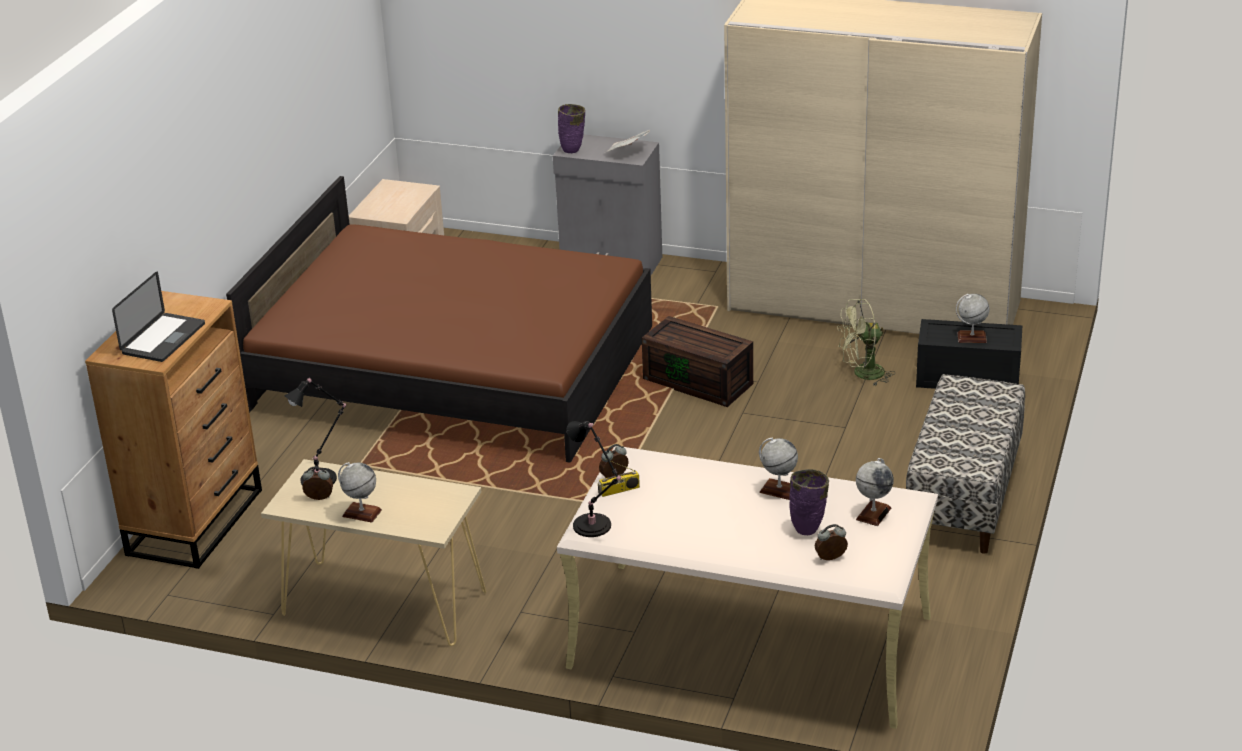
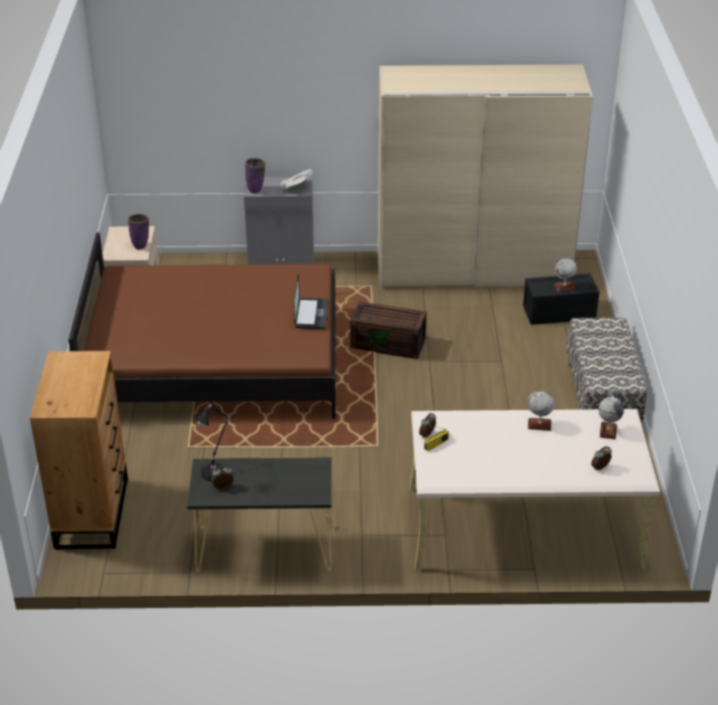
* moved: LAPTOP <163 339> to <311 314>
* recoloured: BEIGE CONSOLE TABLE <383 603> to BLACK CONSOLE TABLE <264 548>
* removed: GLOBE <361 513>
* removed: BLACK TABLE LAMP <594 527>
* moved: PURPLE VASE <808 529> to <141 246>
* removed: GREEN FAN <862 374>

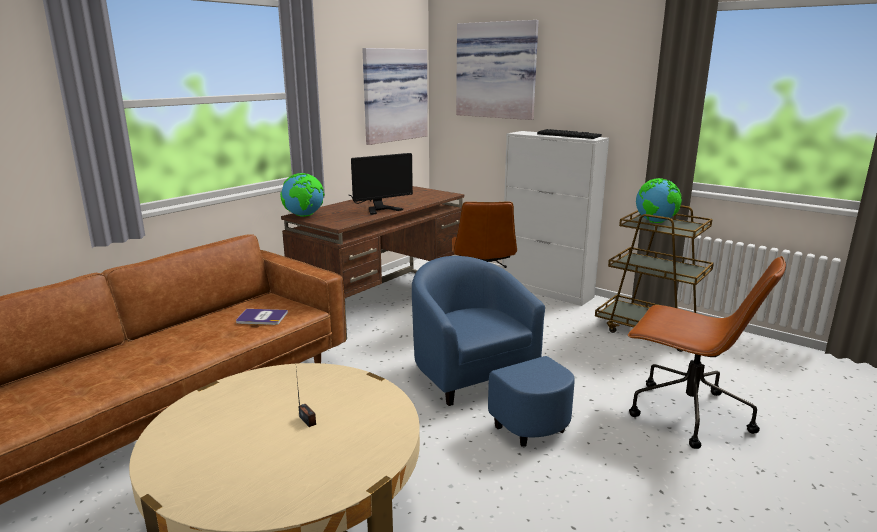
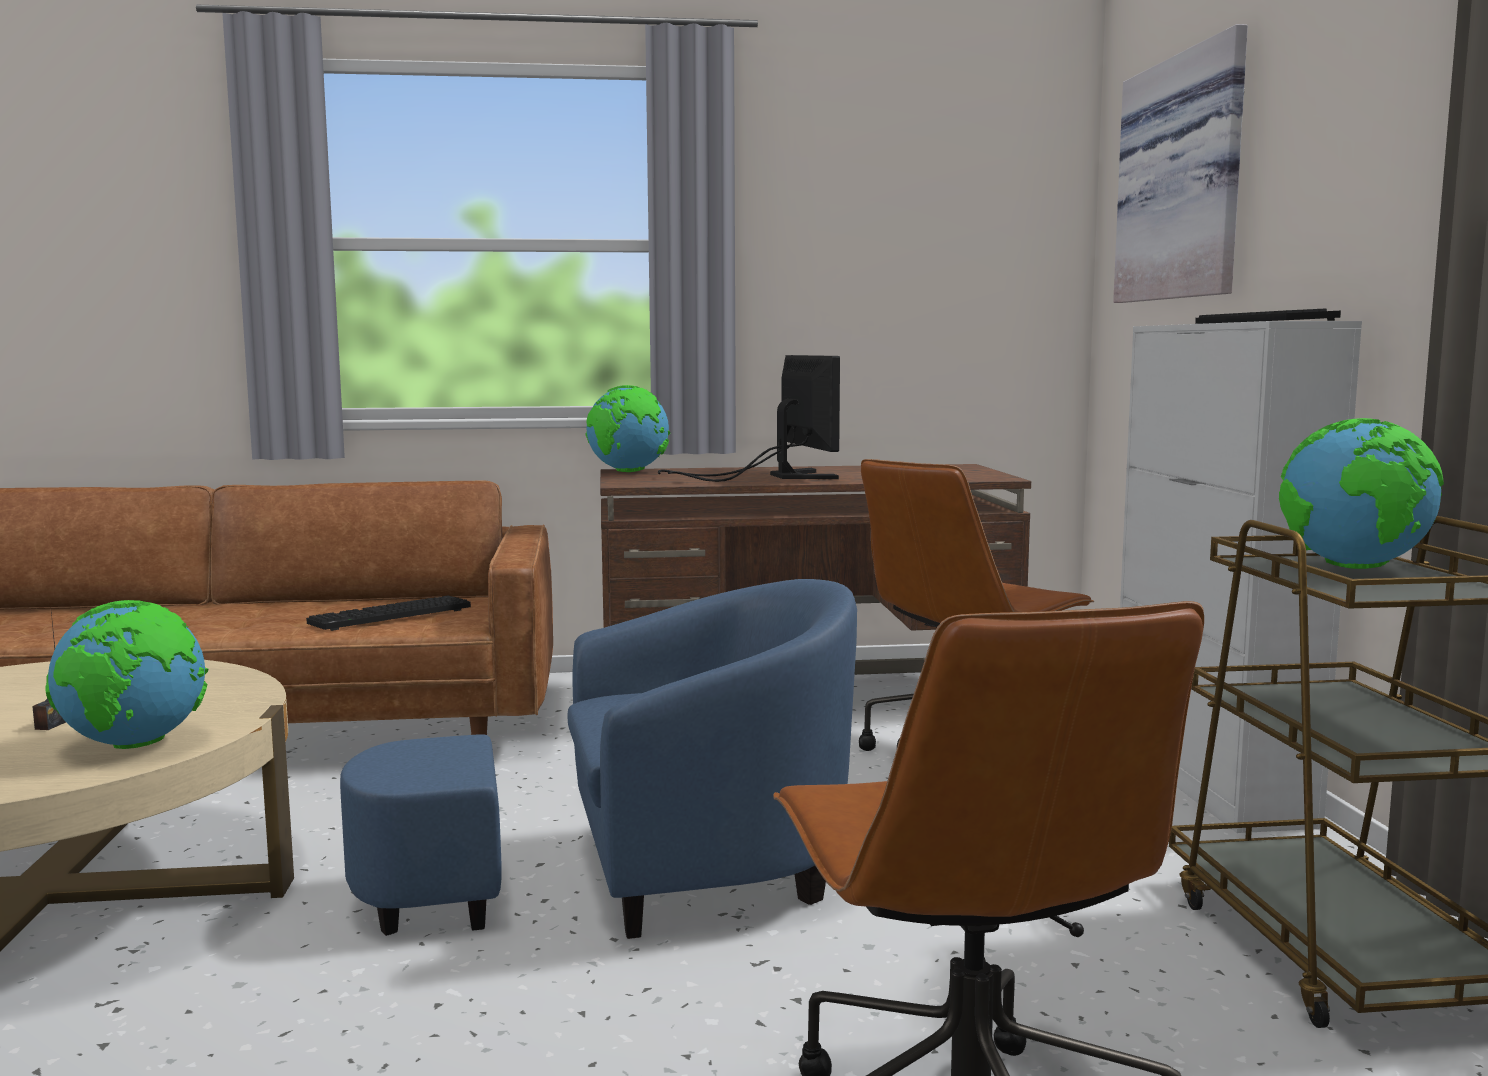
* replaced: BOOK <262 318> to KEYBOARD <390 616>
* turned: MONITOR <377 208> = <778 477> 120 degrees counterclockwise
* removed: PICTURE <393 95>
* turned: BLUE ARMCHAIR <483 387> = <644 880> 60 degrees clockwise
* added: GLOBE <134 745>

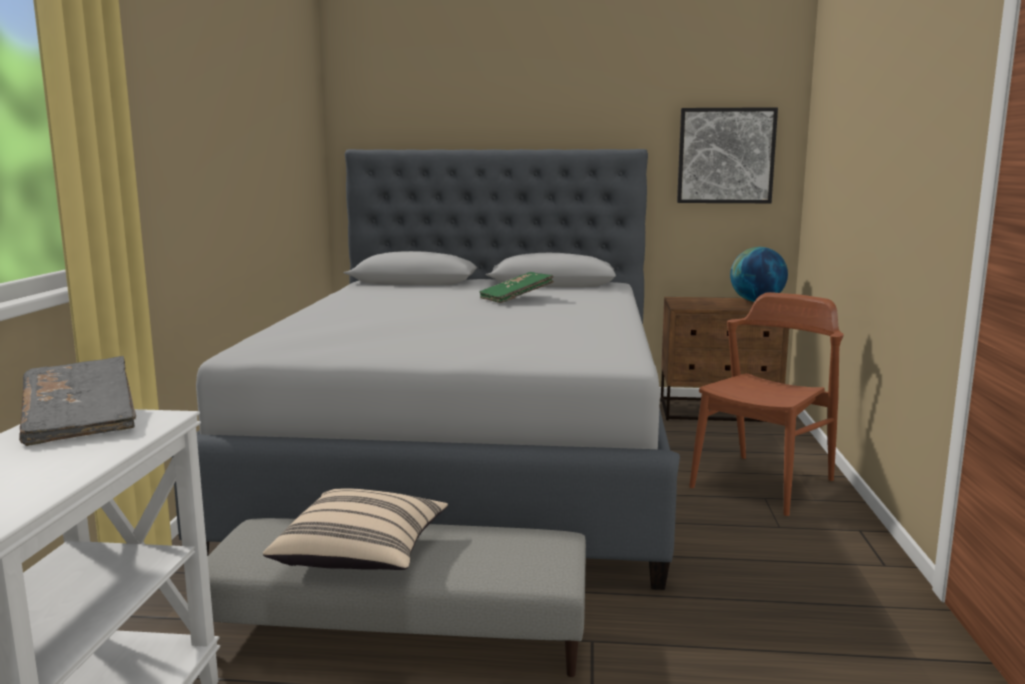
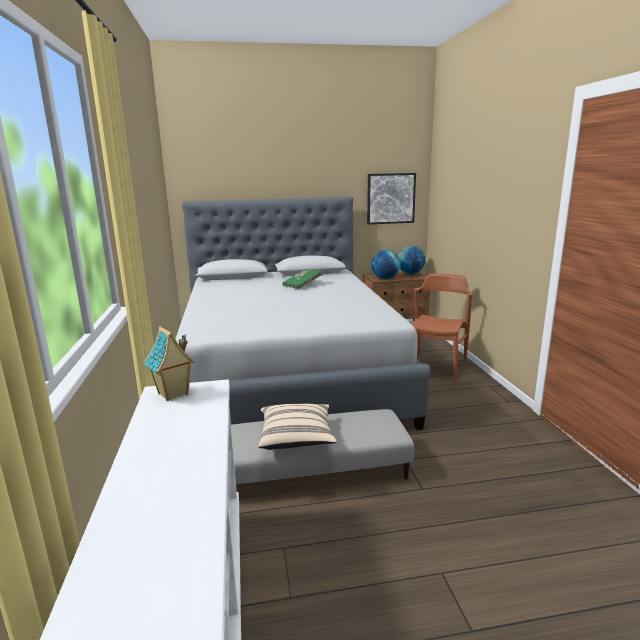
* replaced: GREY BOOK <80 422> to TOY HOUSE <173 394>
* added: GLOBE <385 278>

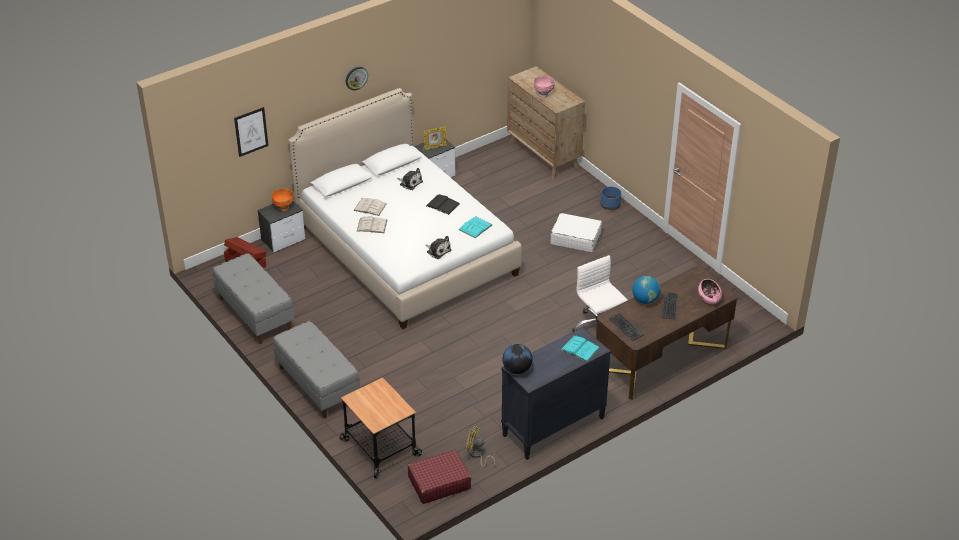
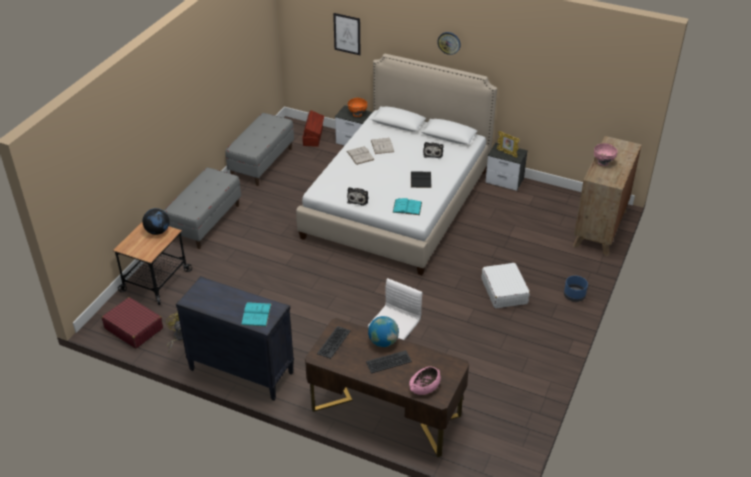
* moved: GLOBE <517 369> to <158 231>

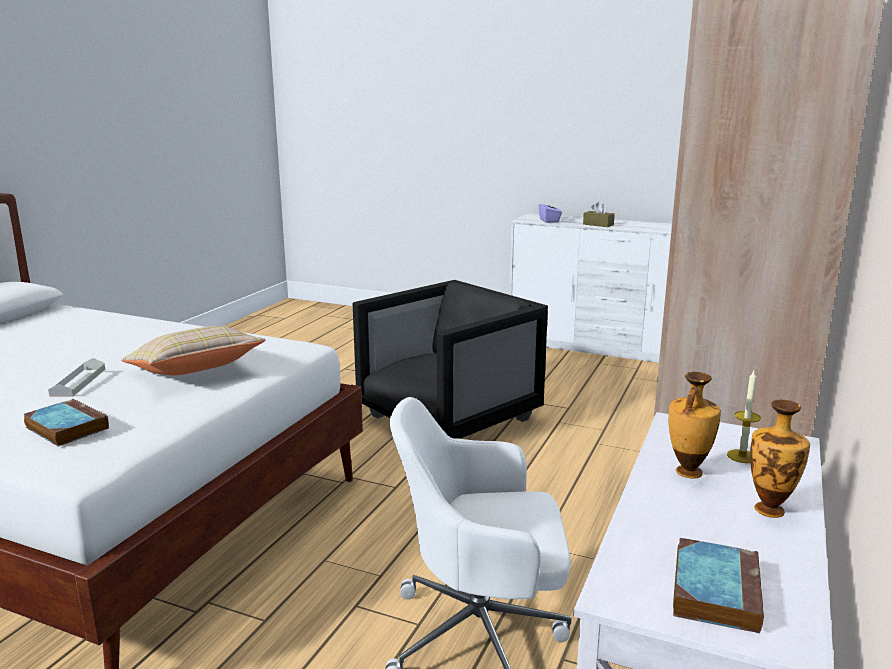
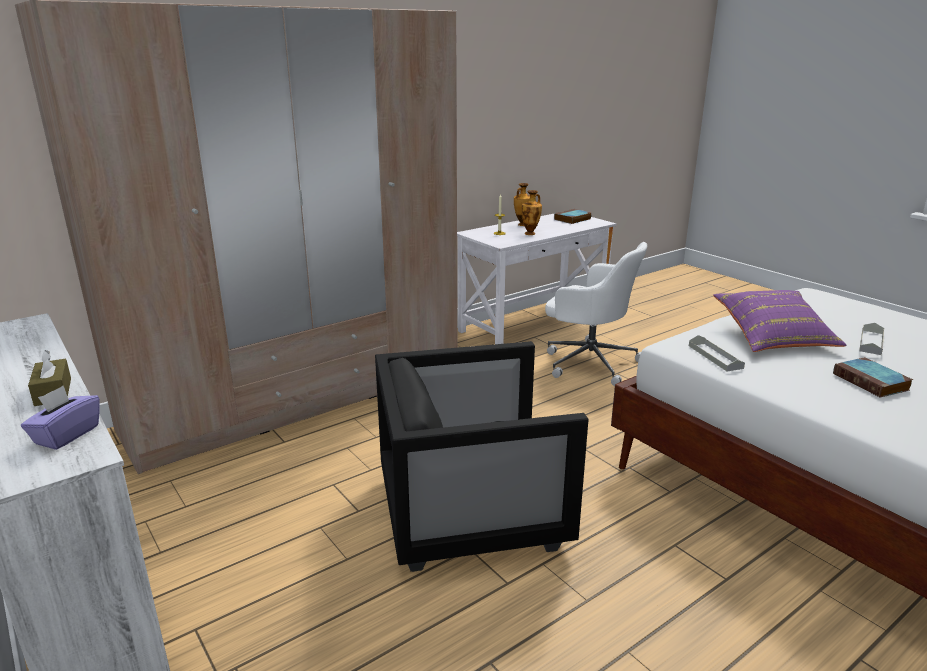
* moved: BOOK <65 427> to <872 382>
* recoloured: BEIGE PILLOW <195 372> to PURPLE PILLOW <773 338>
* added: GREY TRAY <715 357>

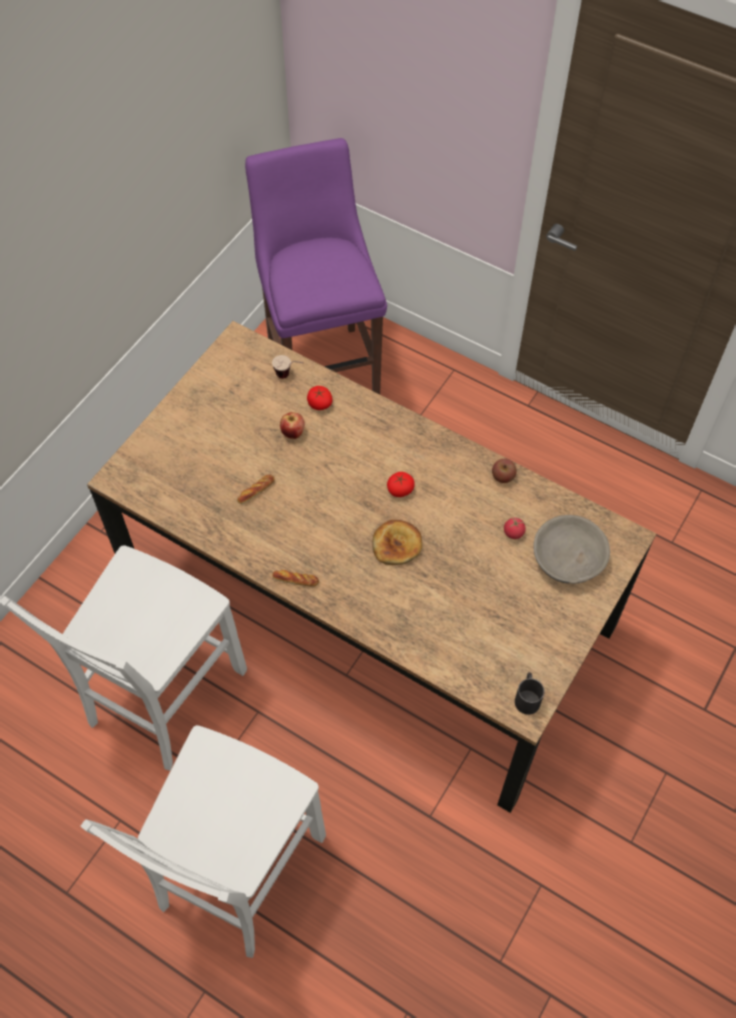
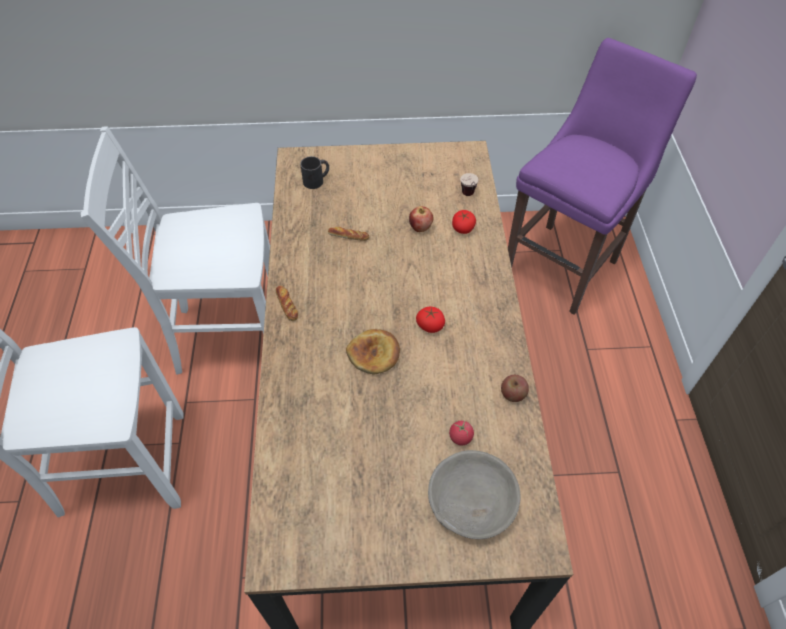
* moved: BLACK MUG <527 696> to <317 180>

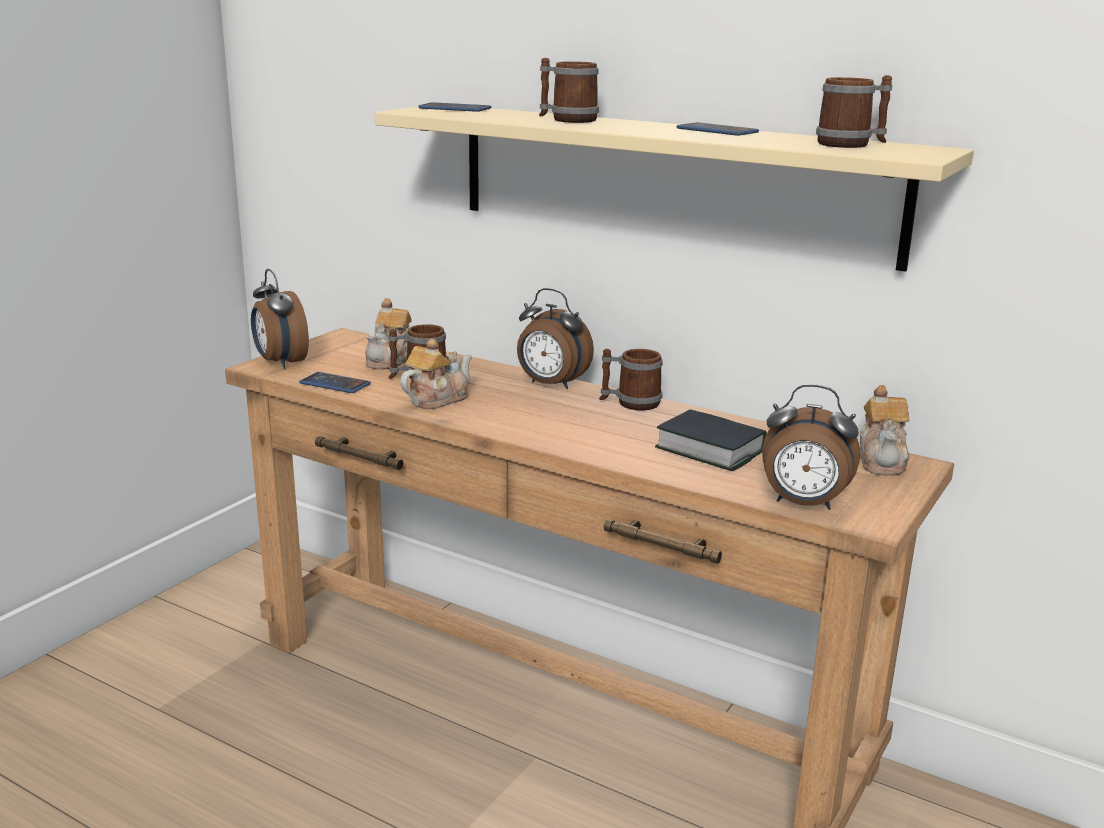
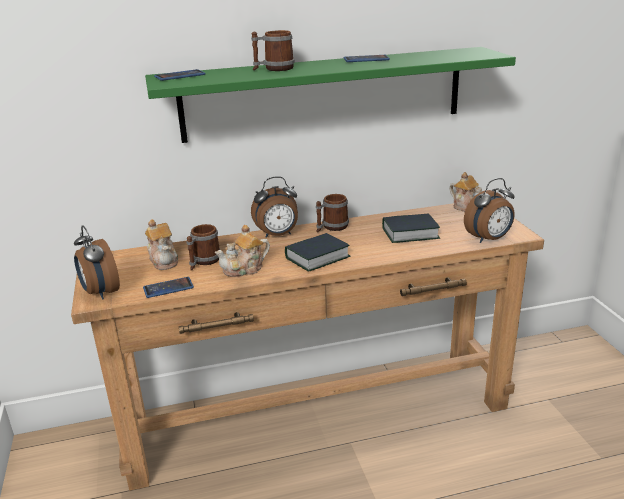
* turned: ALARM CLOCK <280 363> = <100 292> 45 degrees clockwise
* recoloured: BEIGE SHELF <669 181> to GREEN SHELF <324 94>
* turned: TEAPOT <436 399> = <244 269> 120 degrees counterclockwise
* removed: MUG <852 144>
* added: BOOK <317 257>

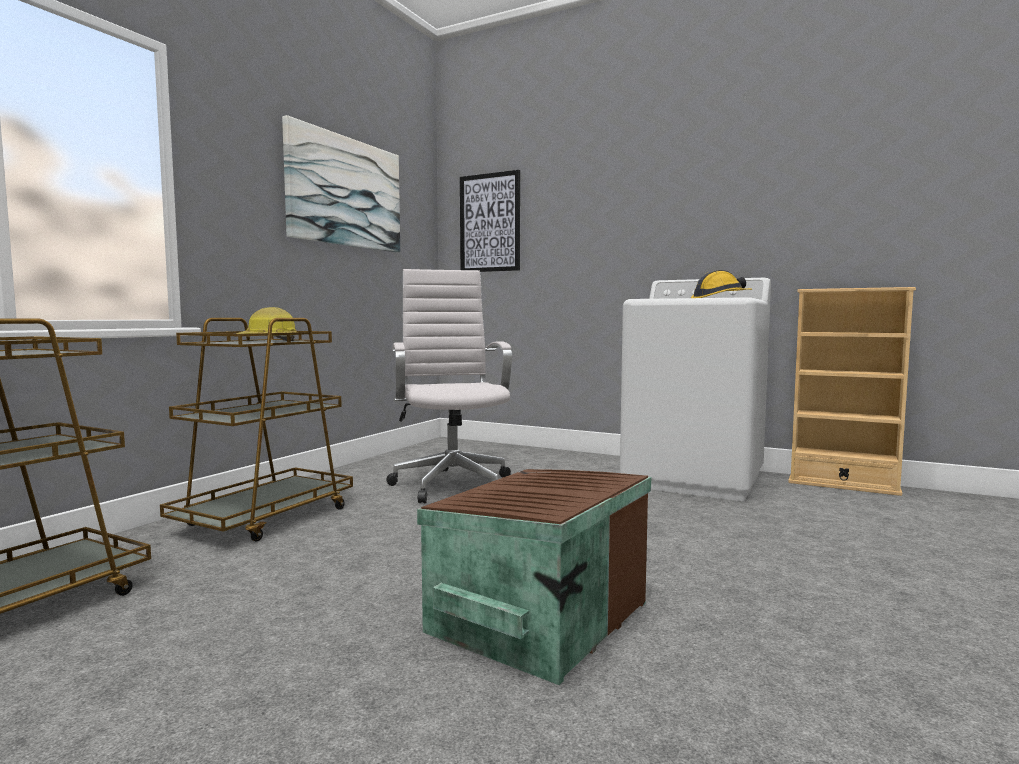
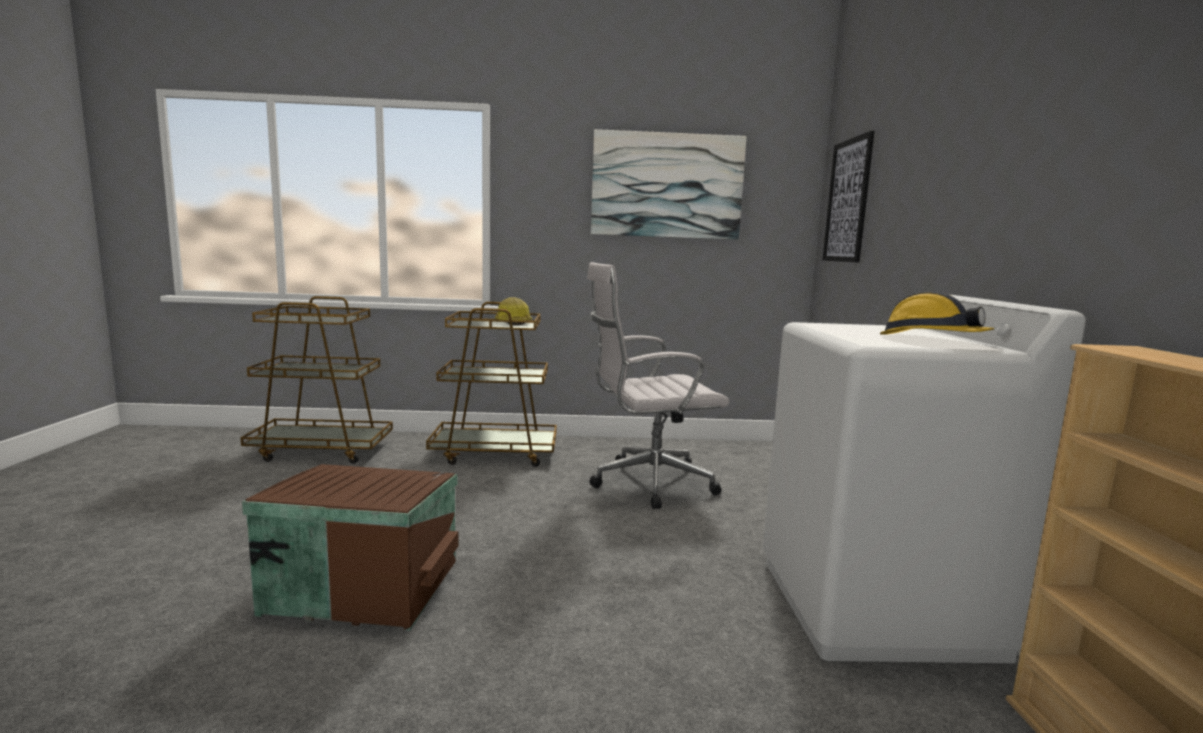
* turned: WHITE OFFICE CHAIR <452 484> = <647 483> 150 degrees counterclockwise

